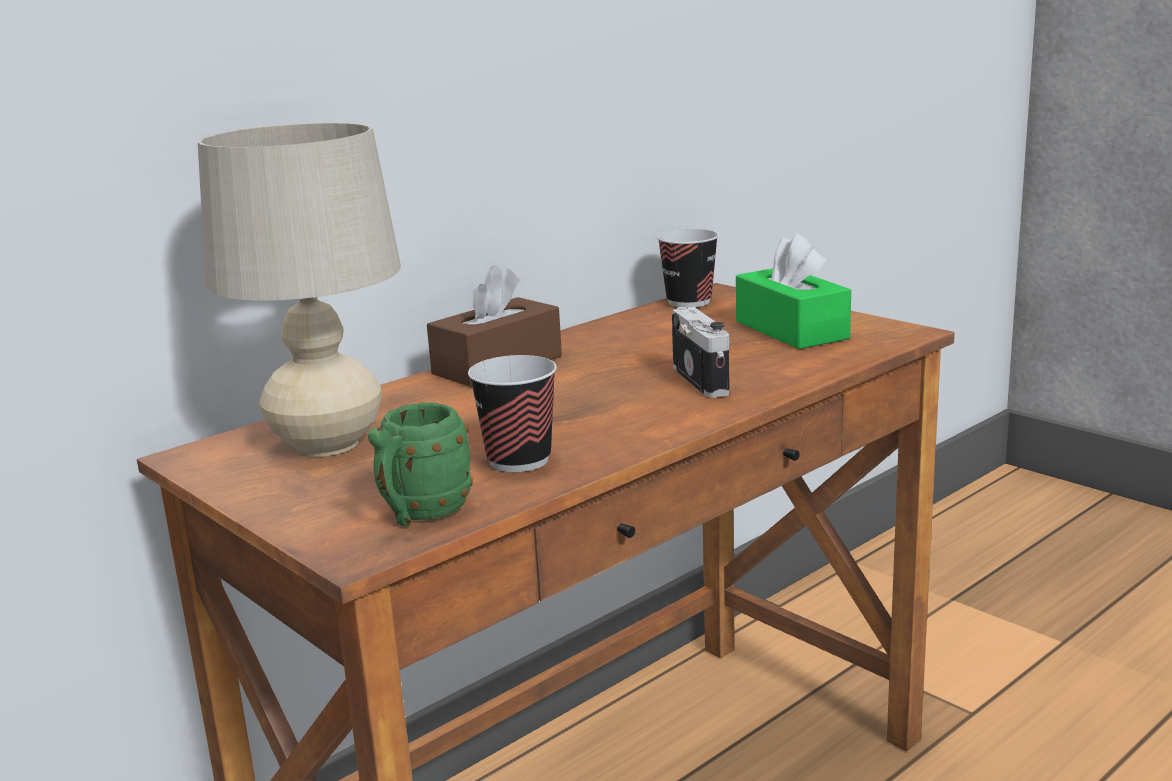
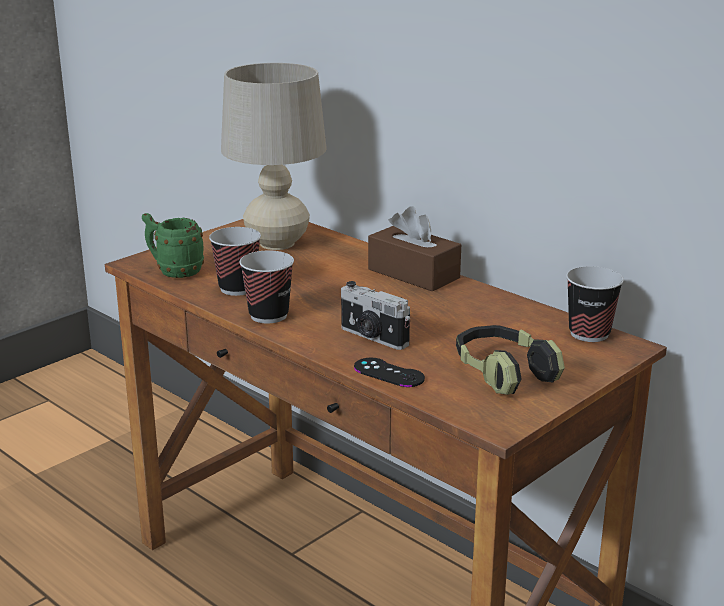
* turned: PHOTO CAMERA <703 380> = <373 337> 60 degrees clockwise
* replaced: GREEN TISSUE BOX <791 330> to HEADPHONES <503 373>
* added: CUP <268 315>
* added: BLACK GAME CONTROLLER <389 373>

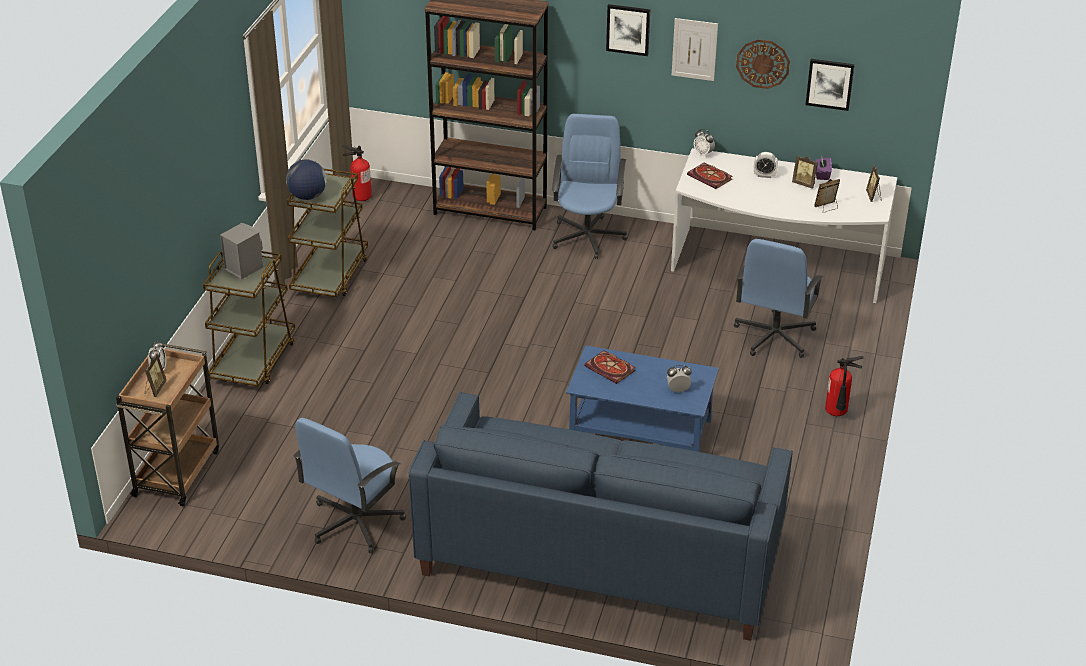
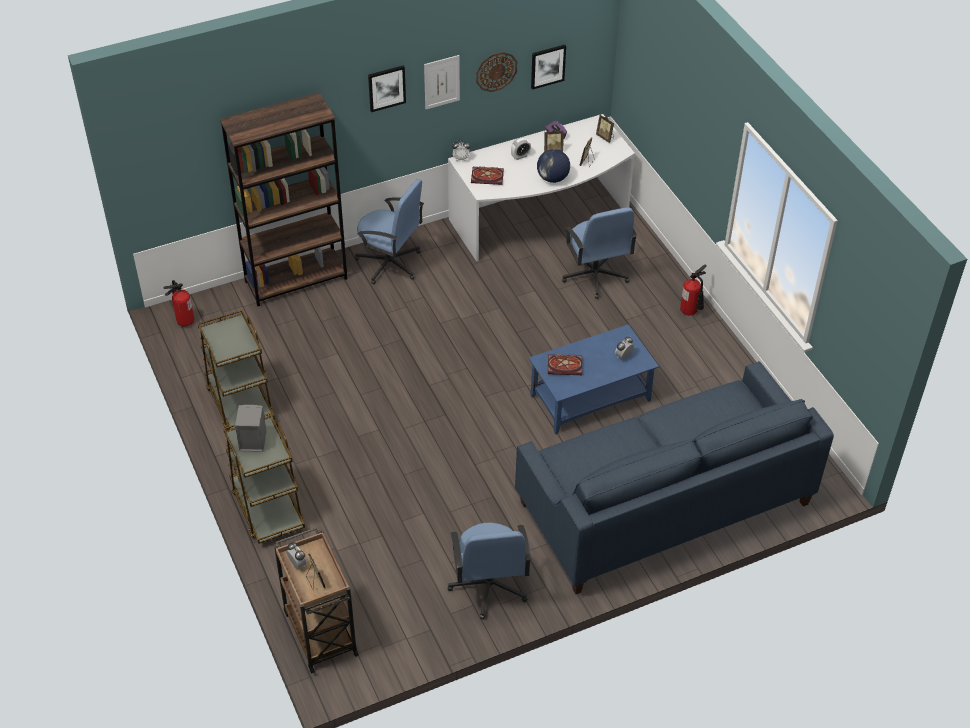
* moved: GLOBE <307 196> to <553 178>
* turned: BLUE OFFICE CHAIR <588 236> = <390 264> 150 degrees clockwise

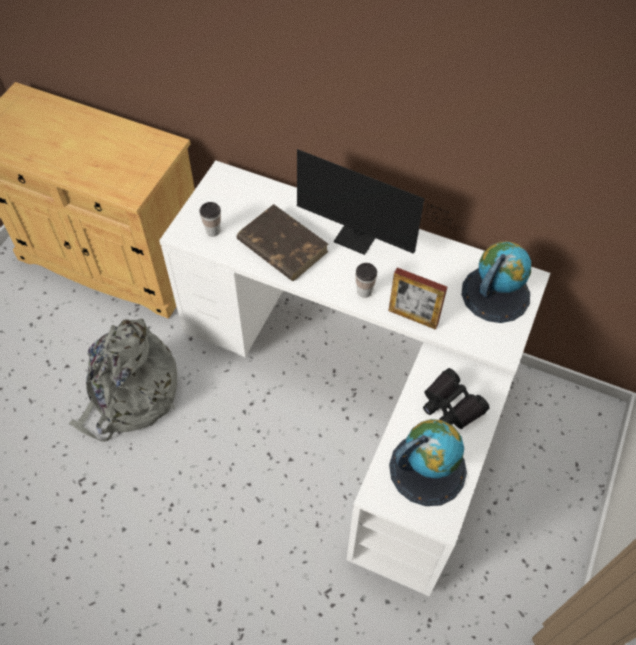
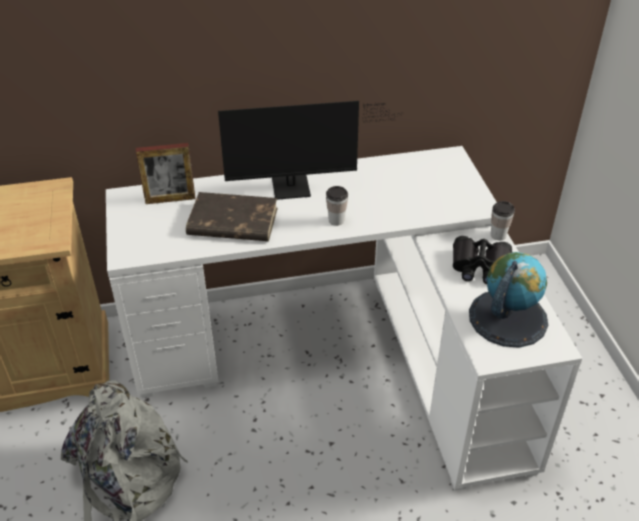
* moved: CUP <213 231> to <498 235>
* moved: PICTURE FRAME <413 317> to <170 199>
* removed: GLOBE <495 294>

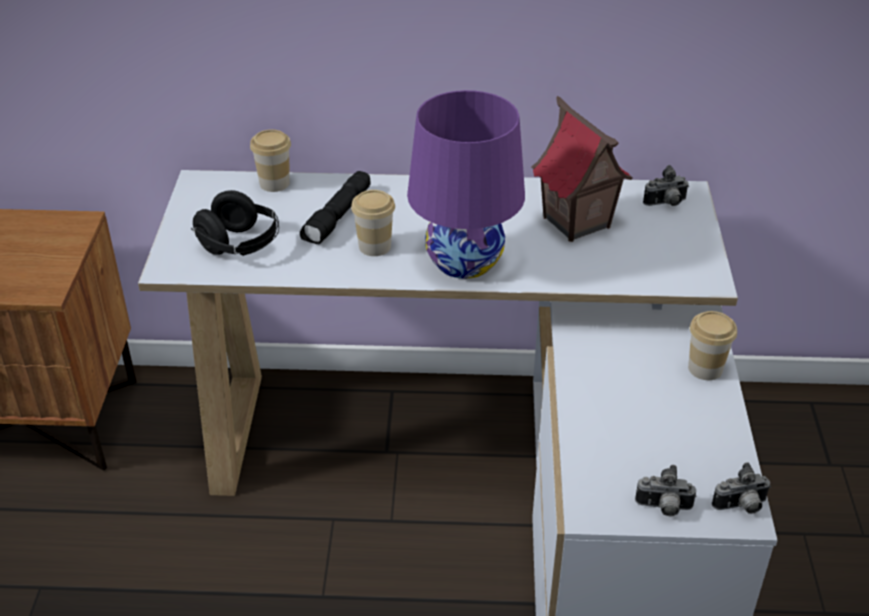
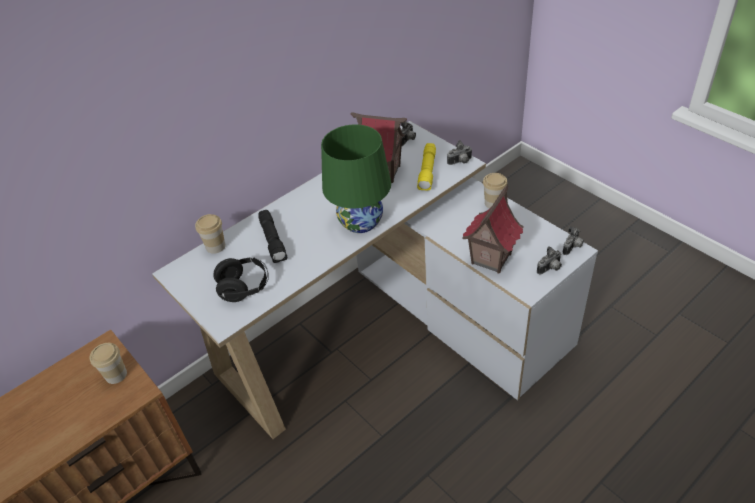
* moved: CUP <374 246> to <116 375>
* recoloured: PURPLE TABLE LAMP <464 260> to GREEN TABLE LAMP <360 221>
* added: YELLOW FLASHLIGHT <428 172>
* added: PHOTO CAMERA <460 162>
* added: TOY HOUSE <490 258>

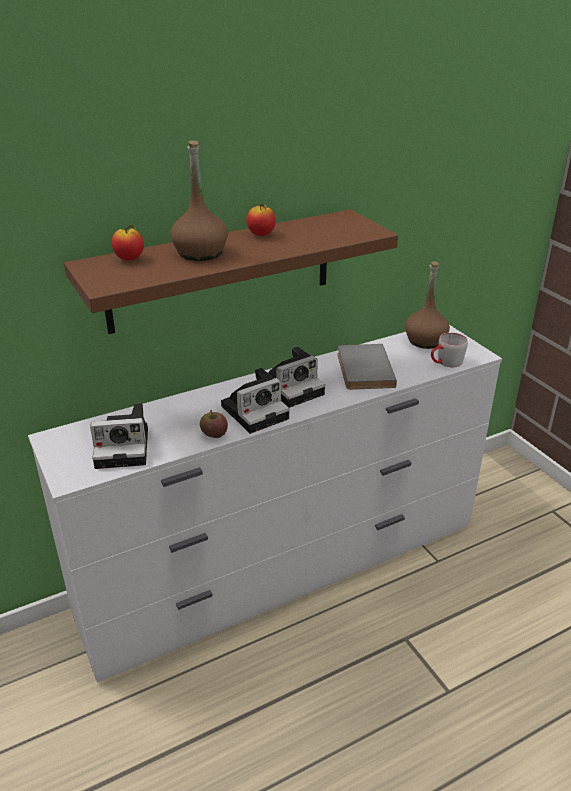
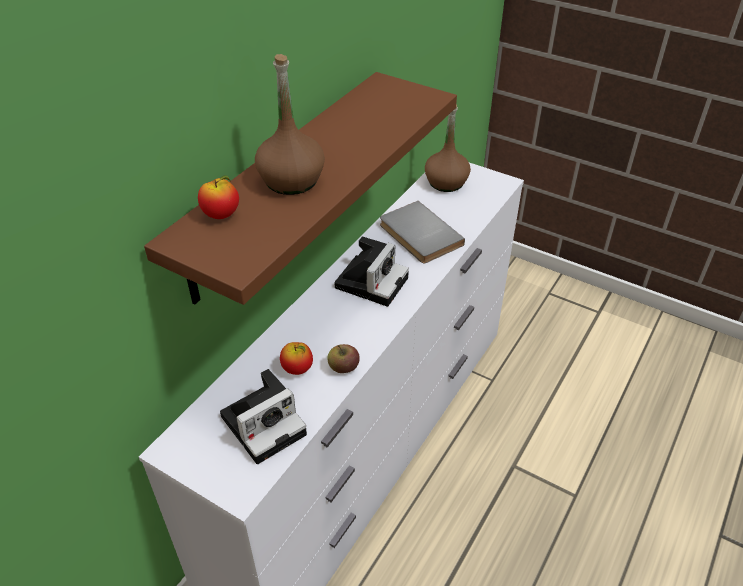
* removed: PHOTO CAMERA <256 411>
* moved: APPLE <261 235> to <297 369>
* removed: GREY MUG <445 363>

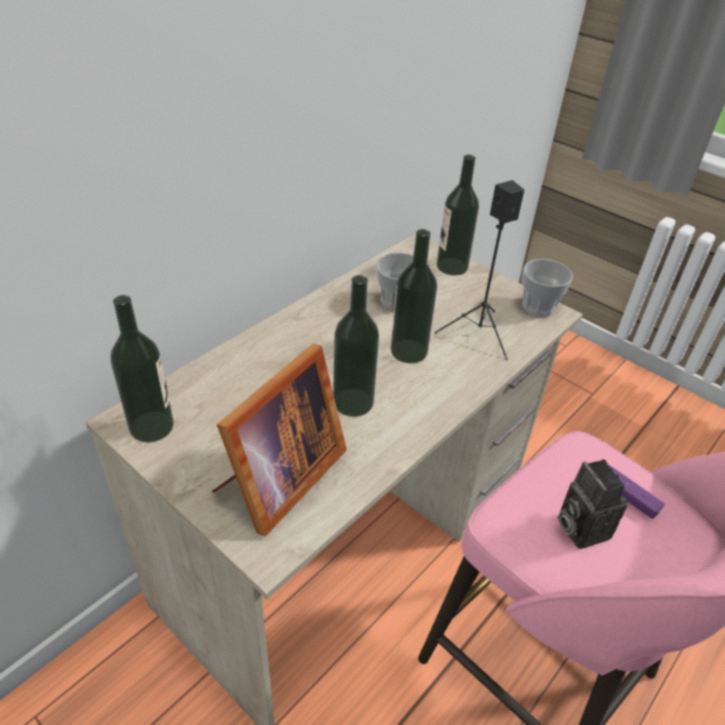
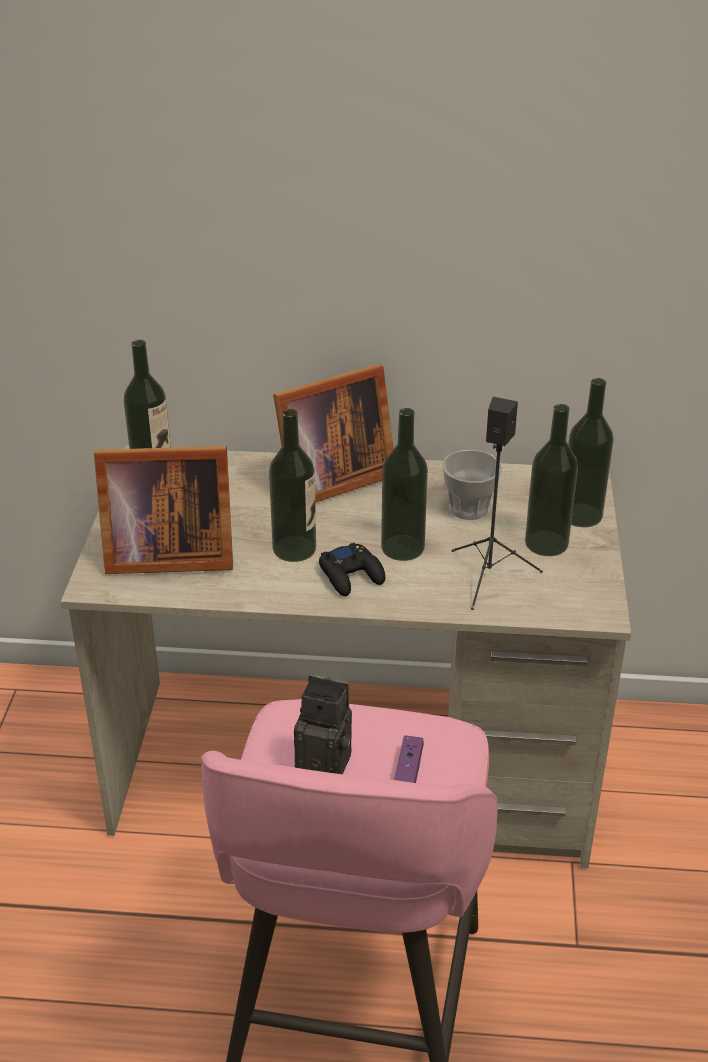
* removed: CUP <538 307>
* turned: PHOTO CAMERA <579 526> = <327 762> 75 degrees clockwise
* added: PICTURE FRAME <328 481>
* added: BLACK GAME CONTROLLER <351 575>
* added: BOTTLE <546 543>

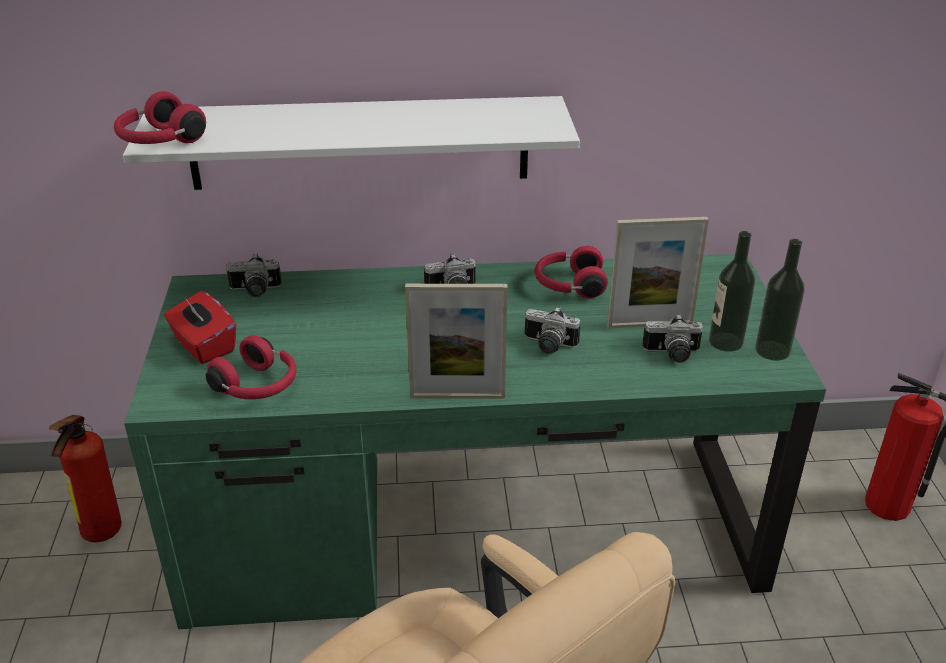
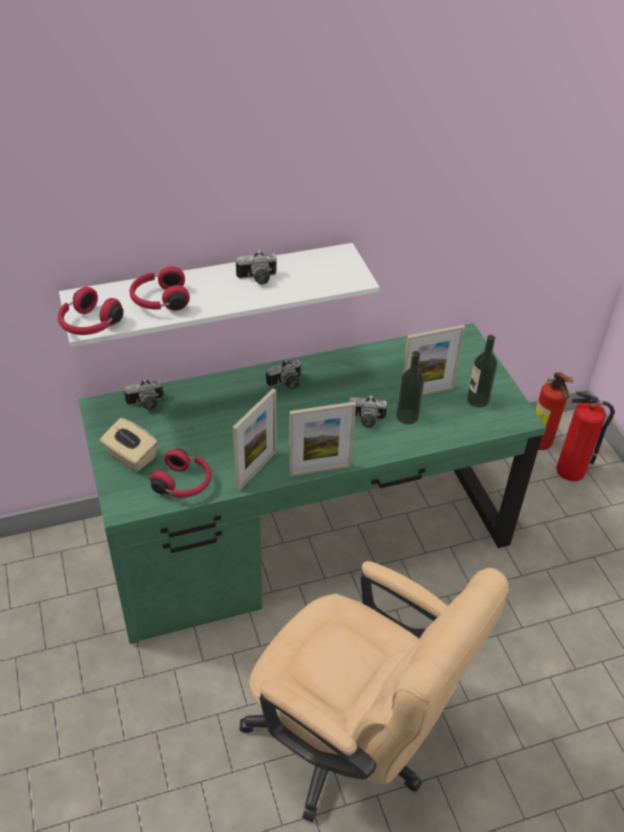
* moved: FIRE EXTINGUISHER <99 535> to <540 445>
* recoloured: RED TISSUE BOX <203 346> to BEIGE TISSUE BOX <131 456>
* moved: RED HEADPHONES <569 286> to <159 301>
* moved: PHOTO CAMERA <672 354> to <257 279>
* moved: BOTTLE <772 350> to <407 416>
* added: PICTURE FRAME <256 470>

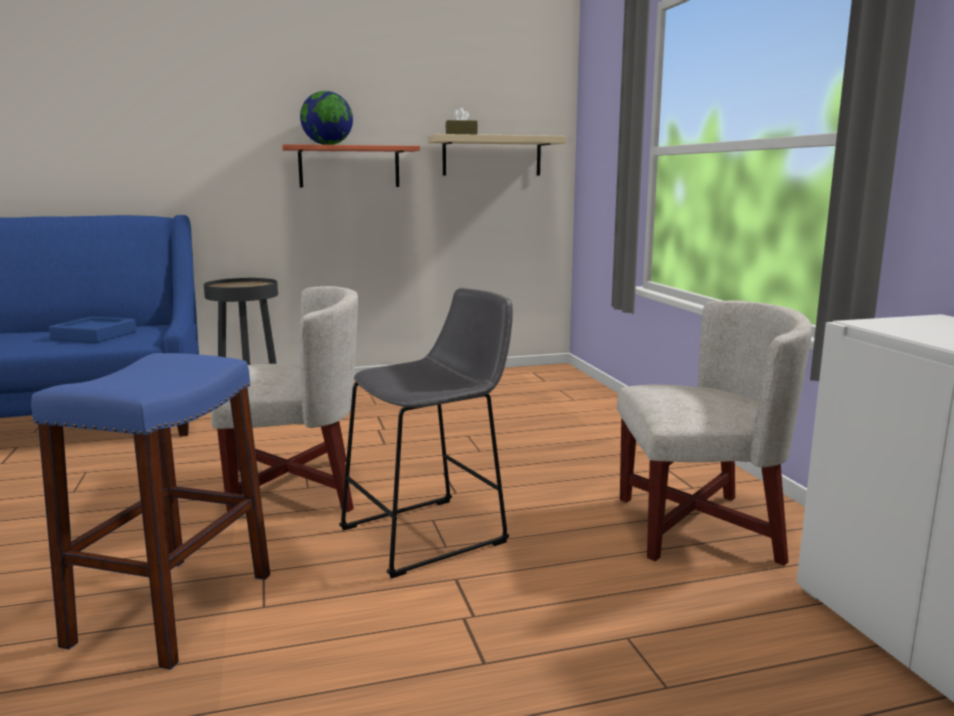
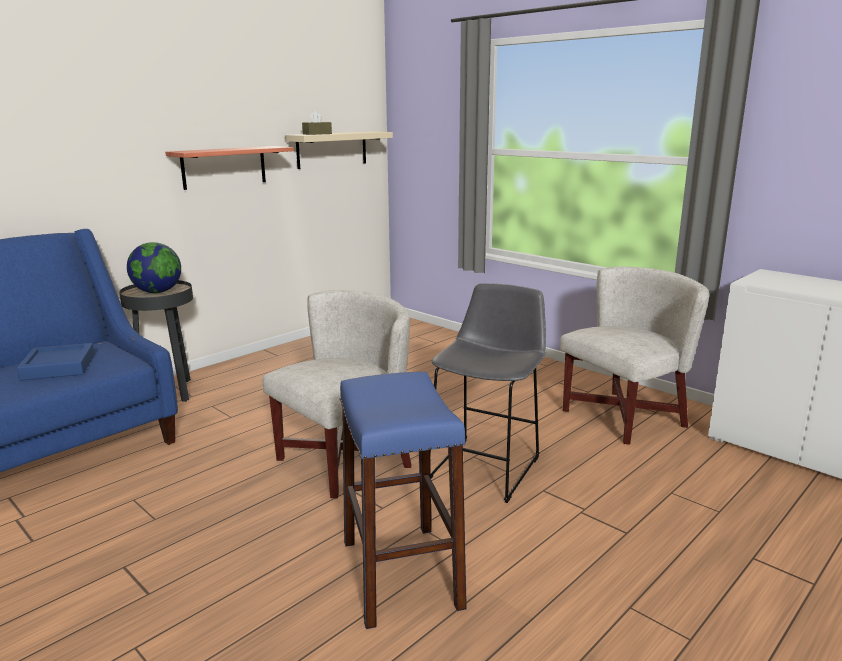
* moved: GLOBE <327 145> to <157 292>

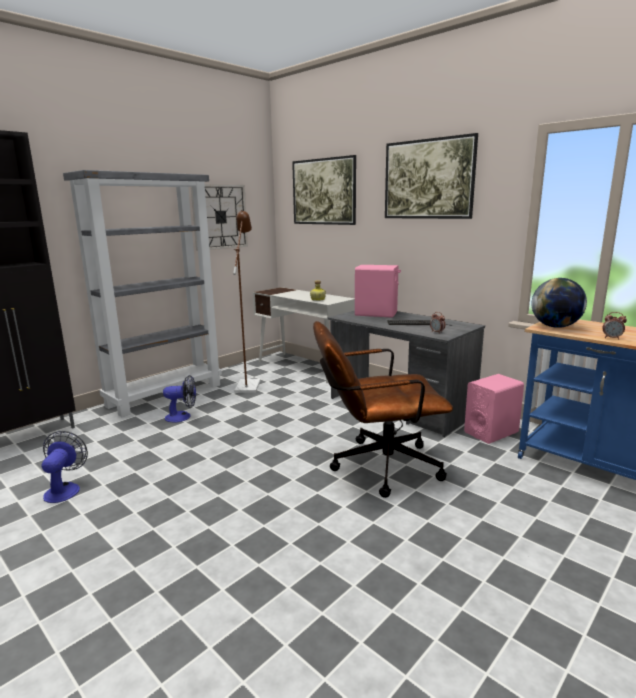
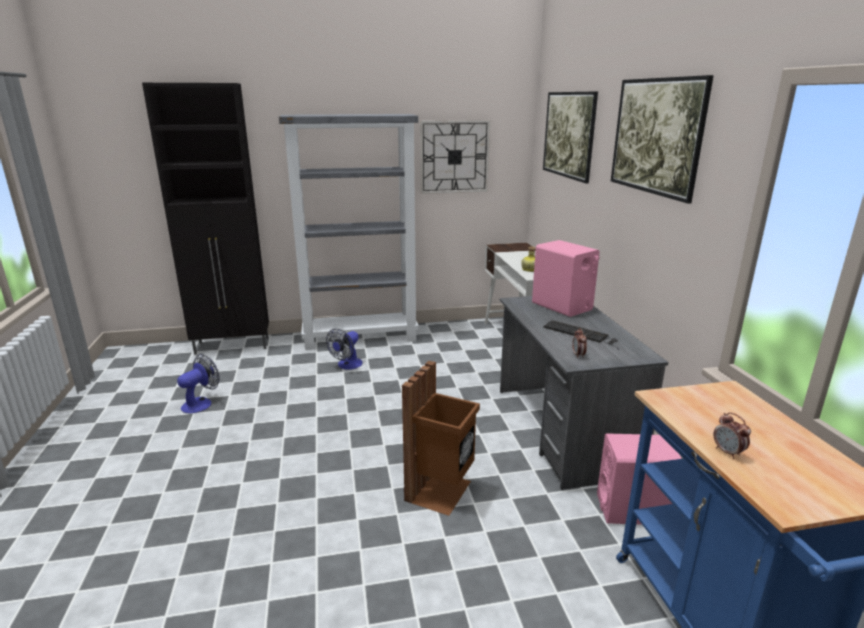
* turned: FAN <182 417> = <347 365> 90 degrees clockwise
* removed: BROWN FLOOR LAMP <248 384>
* replaced: BROWN OFFICE CHAIR <376 466> to BROWN TRASH CAN <441 491>
* removed: GLOBE <555 326>

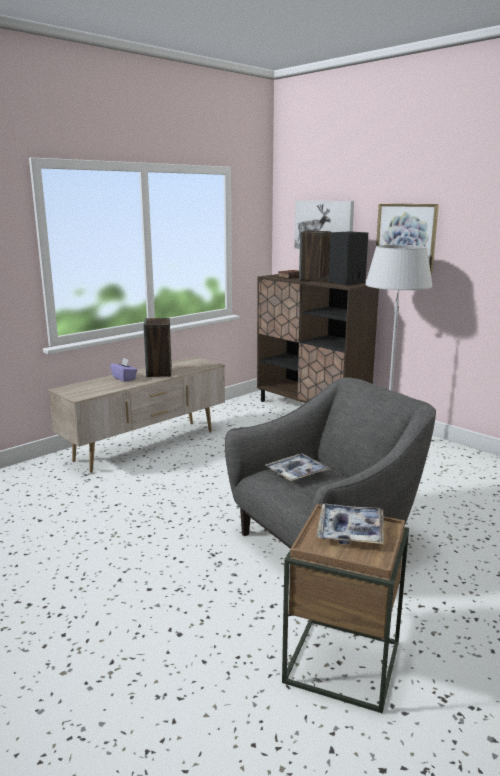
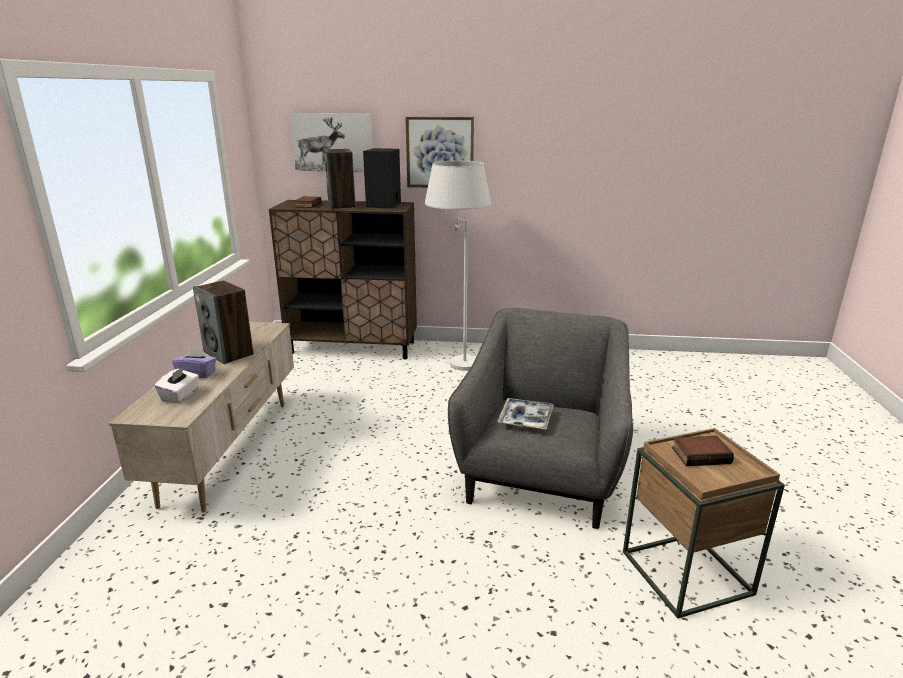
* replaced: TRAY <350 531> to BOOK <701 454>
* added: WHITE TISSUE BOX <180 395>

